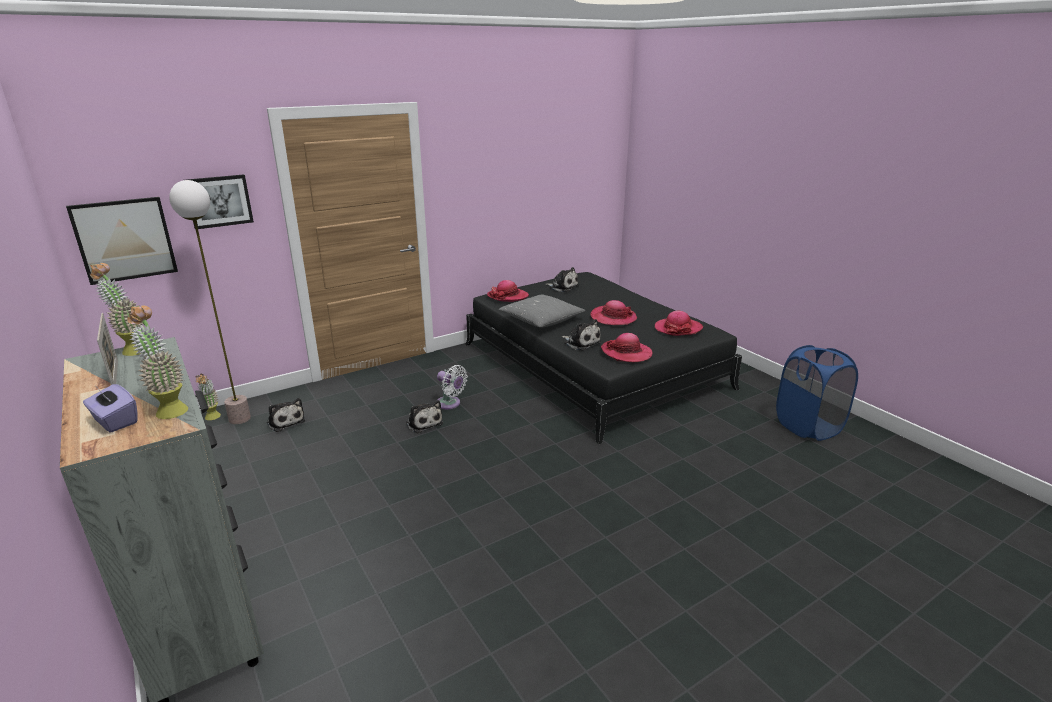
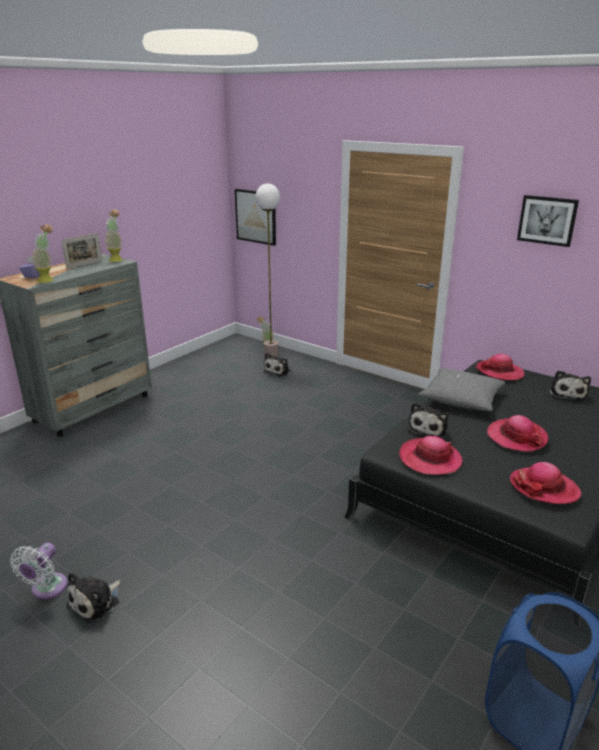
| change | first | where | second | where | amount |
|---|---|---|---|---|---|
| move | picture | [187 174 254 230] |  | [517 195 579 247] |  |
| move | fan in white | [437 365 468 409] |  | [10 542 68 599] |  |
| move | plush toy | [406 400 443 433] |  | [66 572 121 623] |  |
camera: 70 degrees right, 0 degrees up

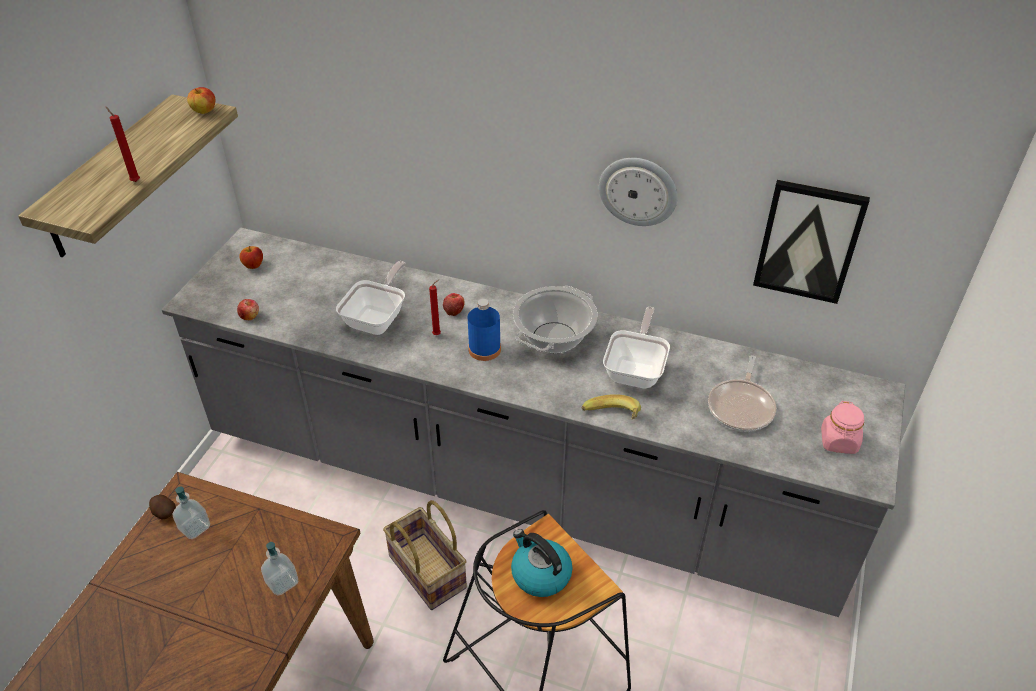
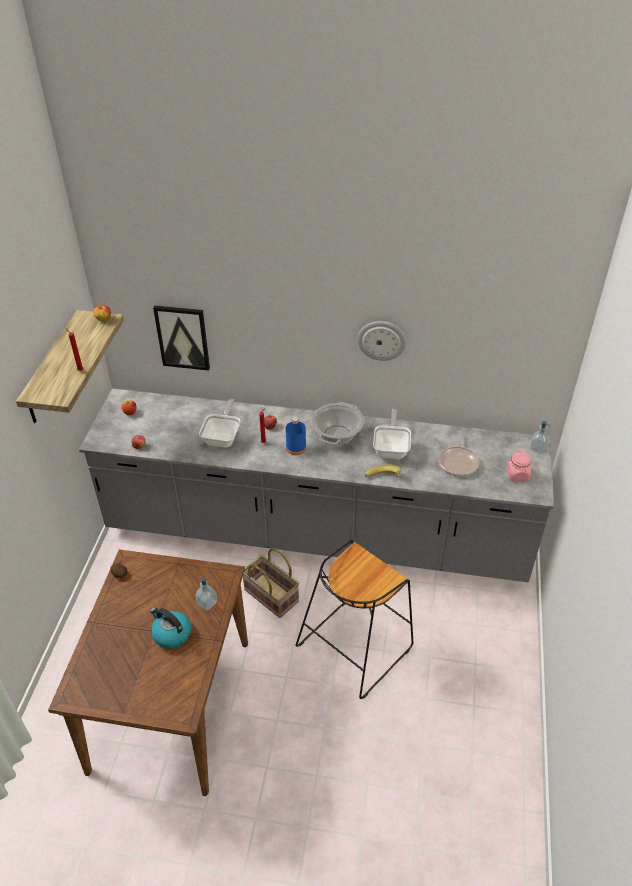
| change | first | where | second | where | amount |
|---|---|---|---|---|---|
| move | picture | [753 180 870 304] |  | [153 305 210 371] |  |
| move | soap dispenser | [172 486 210 539] |  | [530 421 549 453] |  |
| move | kettle | [511 529 573 597] |  | [150 607 191 649] |  |
camera: 10 degrees left, 0 degrees up

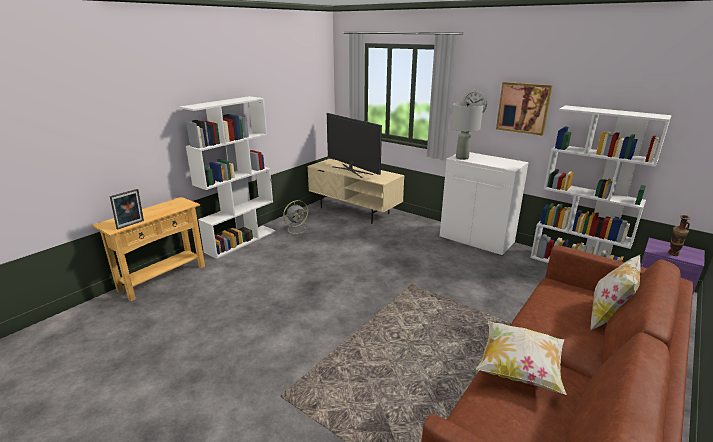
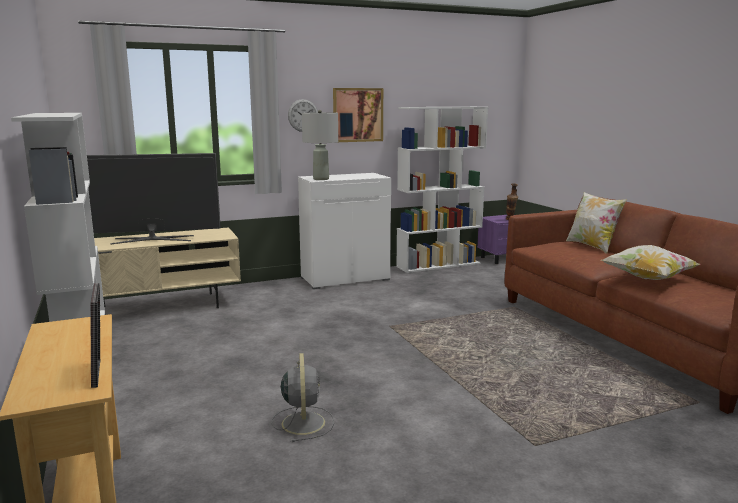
| change | first | where | second | where | amount |
|---|---|---|---|---|---|
| move | fan in grey | [282 200 311 236] |  | [272 353 334 442] |  |
camera: 60 degrees left, 10 degrees down

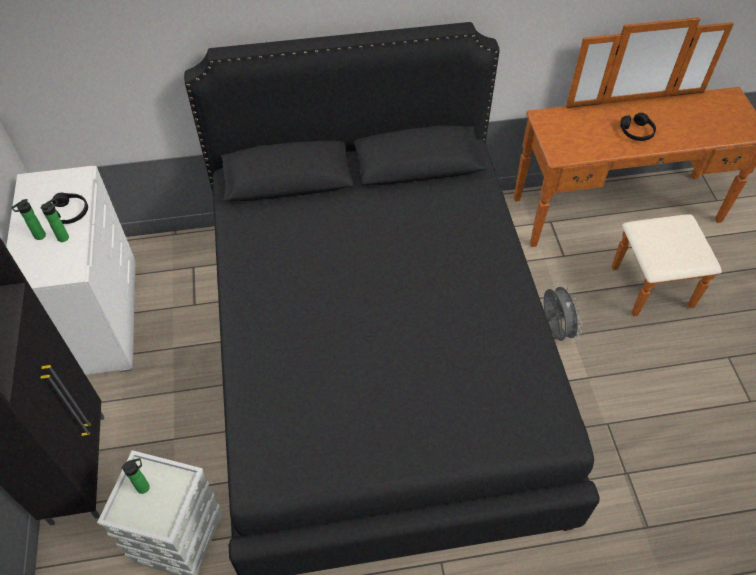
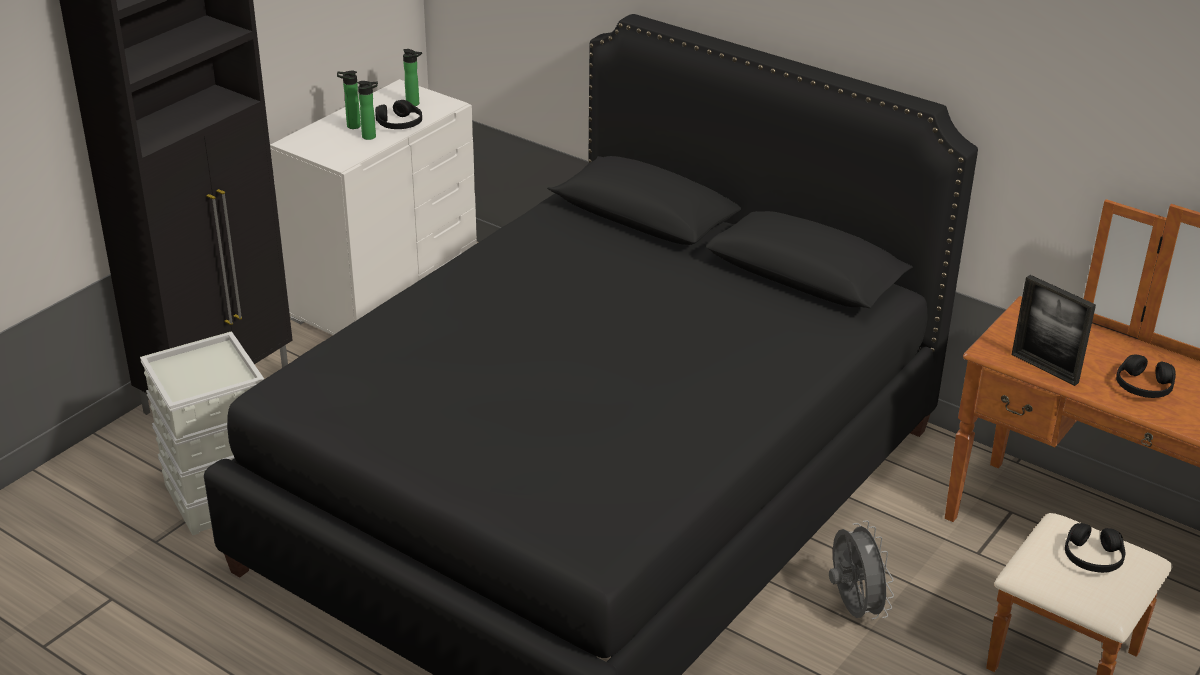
| change | first | where | second | where | amount |
|---|---|---|---|---|---|
| rotate | fan in grey | [543 283 582 342] |  | [829 520 894 619] | 45 degrees counterclockwise |
| move | bottle | [121 458 150 494] |  | [403 49 422 106] |  |
| insert |  |  | picture frame | [1012 275 1096 386] |  |
| insert |  |  | headphones in black | [1065 523 1126 573] |  |
camera: 45 degrees right, 20 degrees down

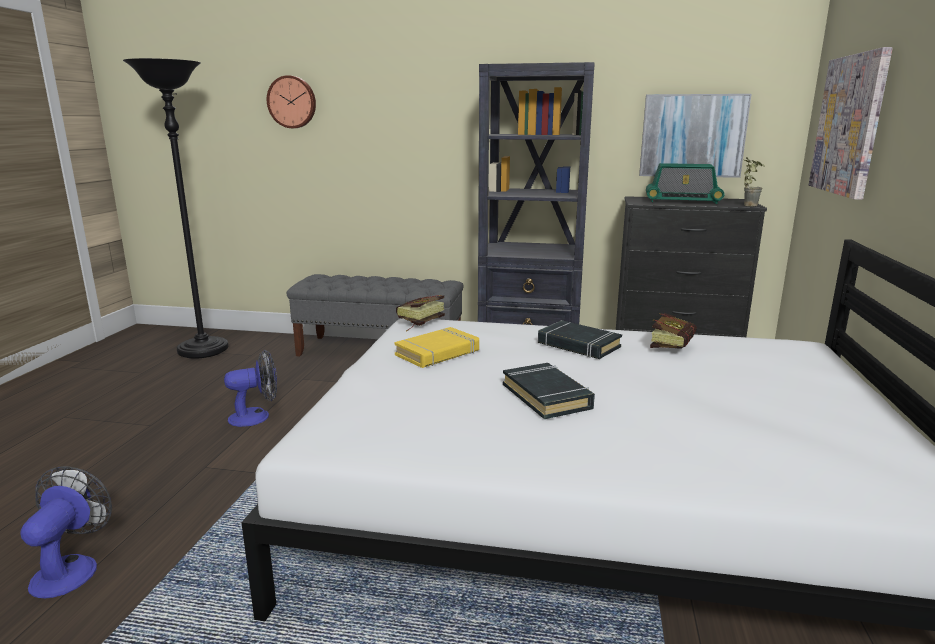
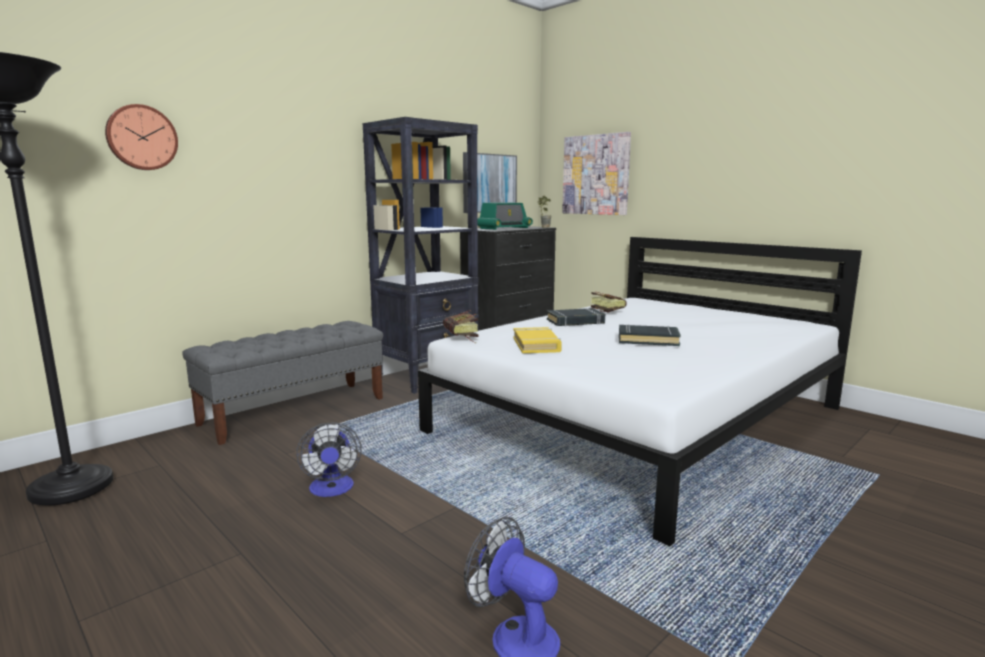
| change | first | where | second | where | amount |
|---|---|---|---|---|---|
| rotate | fan | [224 350 277 427] |  | [296 422 362 497] | 150 degrees clockwise |
camera: 55 degrees left, 5 degrees down

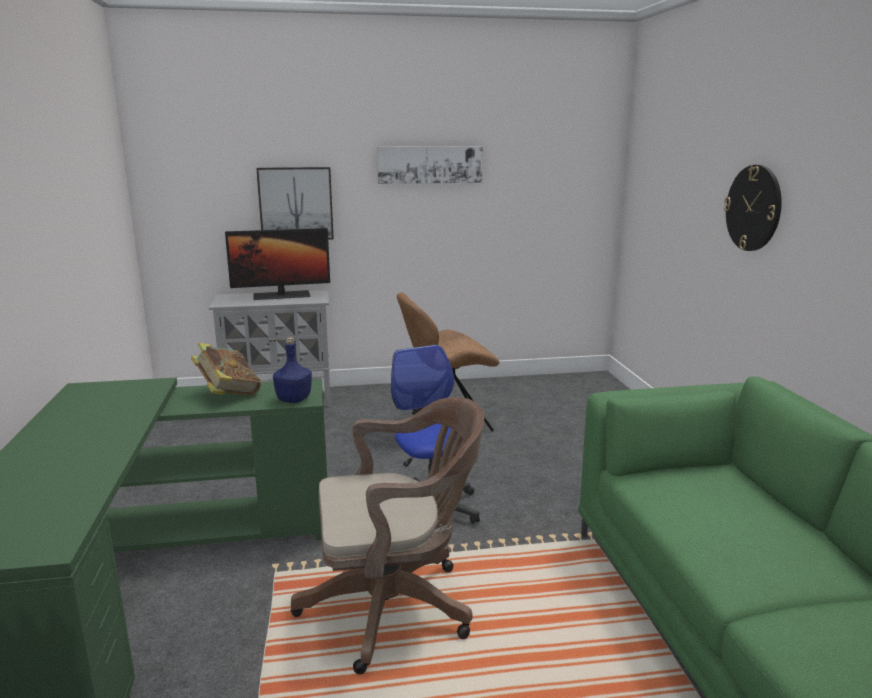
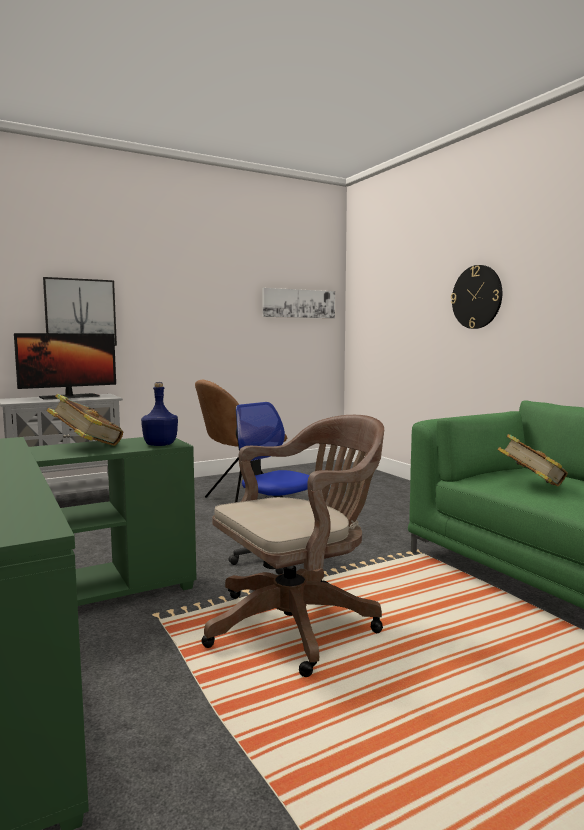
| change | first | where | second | where | amount |
|---|---|---|---|---|---|
| move | picture | [377 147 483 184] |  | [262 288 335 318] |  |
| insert |  |  | book | [497 434 568 487] |  |
camera: 20 degrees left, 10 degrees down

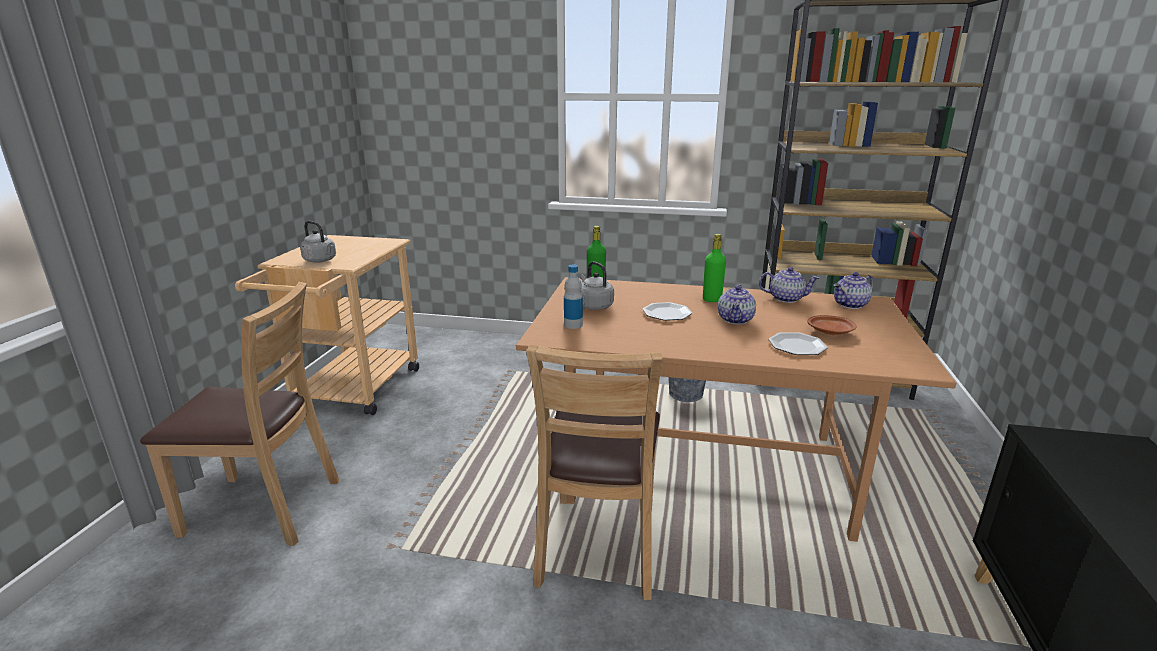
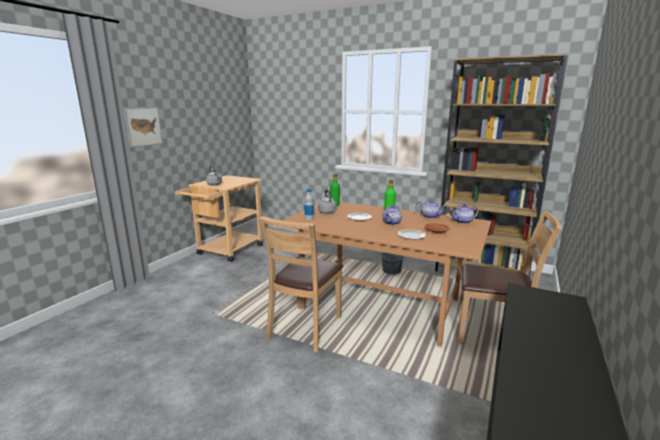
| change | first | where | second | where | amount |
|---|---|---|---|---|---|
| move | chair in brown | [140 282 339 546] |  | [458 210 562 345] |  |
| insert |  |  | picture | [124 107 163 147] |  |
camera: 15 degrees right, 5 degrees down

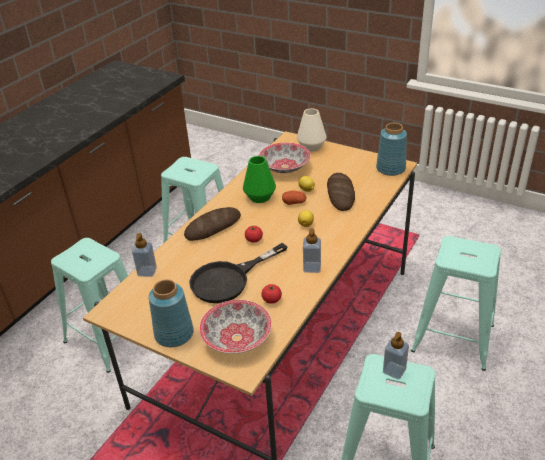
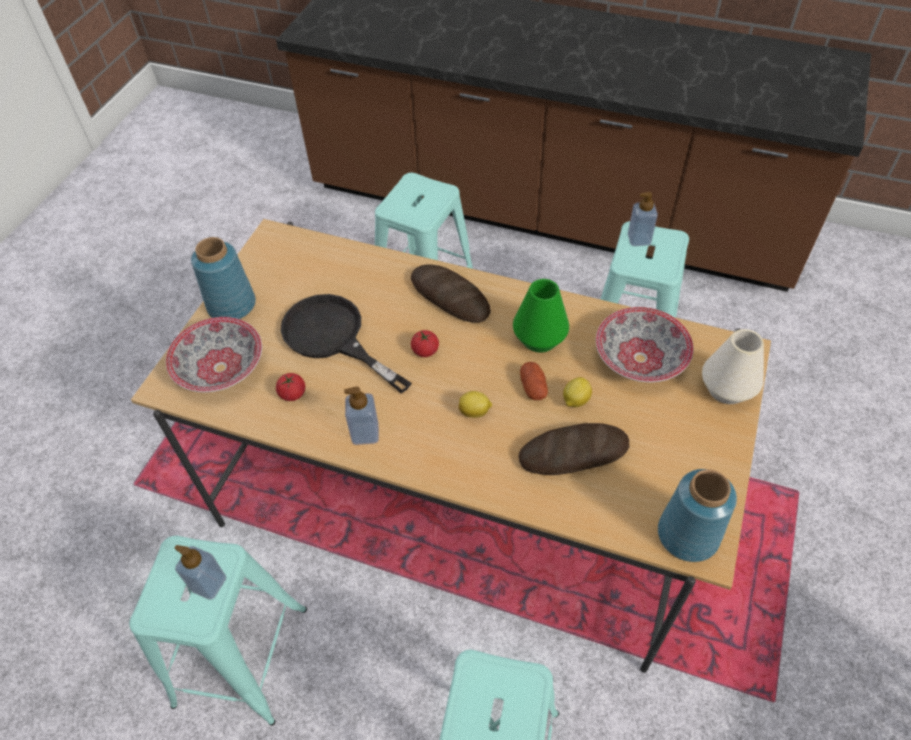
| change | first | where | second | where | amount |
|---|---|---|---|---|---|
| move | soap dispenser | [132 233 157 277] |  | [628 192 658 246] |  |
camera: 80 degrees right, 15 degrees up

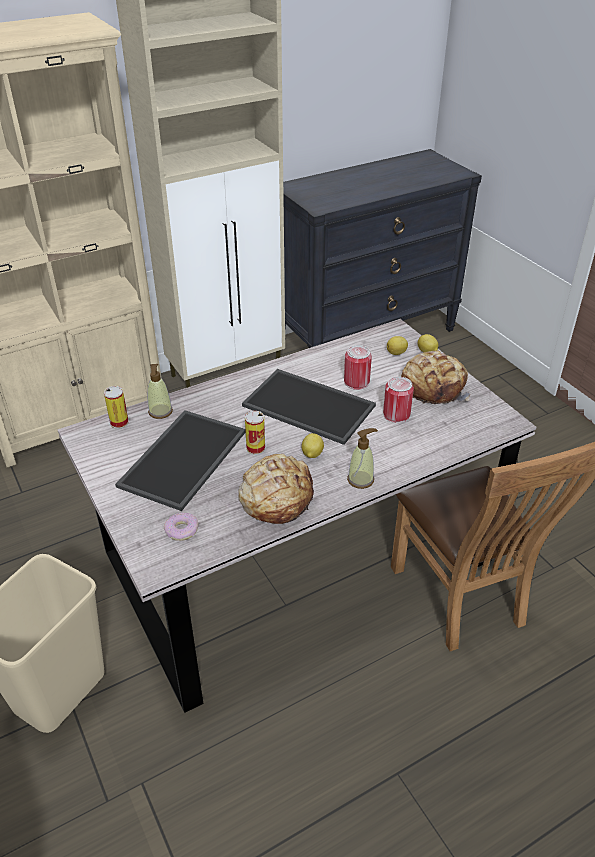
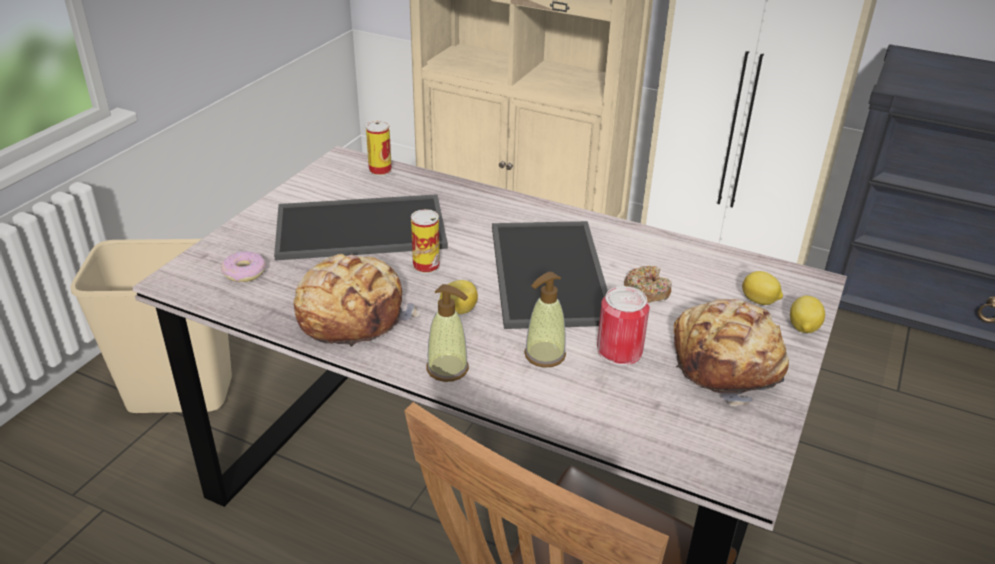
| change | first | where | second | where | amount |
|---|---|---|---|---|---|
| replace | can | [344 345 372 390] | donut | [624 266 672 303] |  |
| move | soap dispenser | [148 364 173 419] |  | [524 272 566 368] |  |
camera: 55 degrees right, 5 degrees down

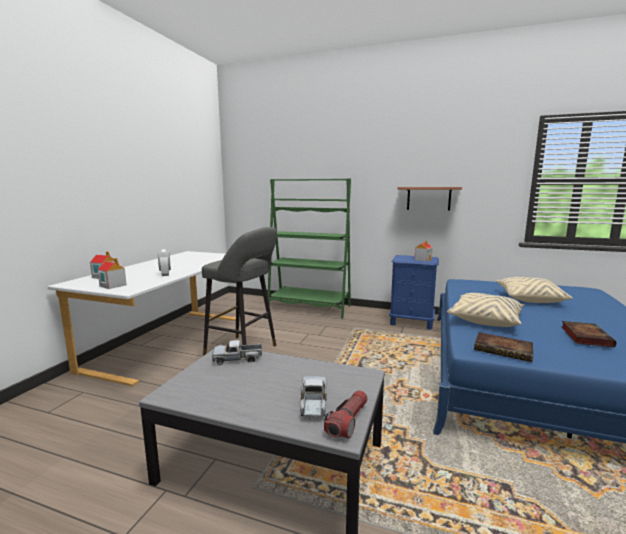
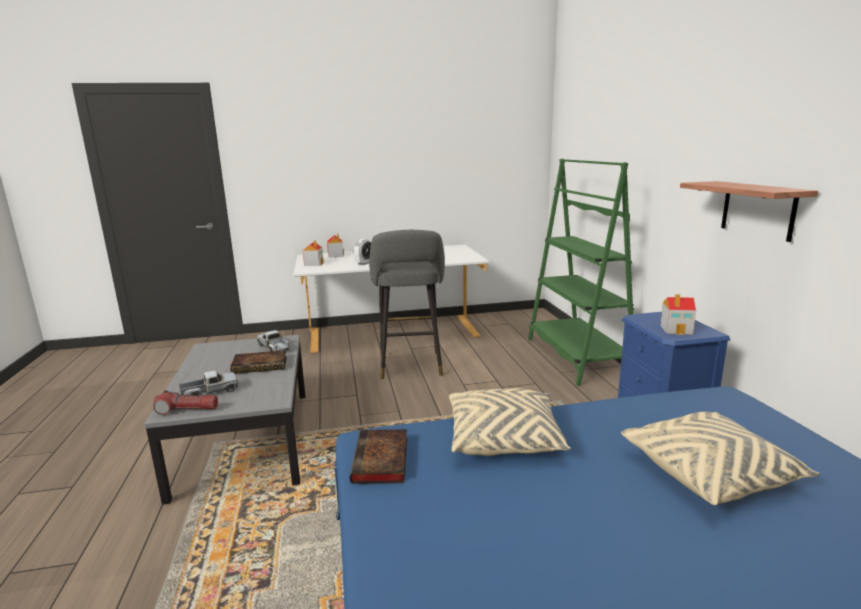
| change | first | where | second | where | amount |
|---|---|---|---|---|---|
| move | book | [561 321 616 348] |  | [230 350 287 374] |  |
camera: 60 degrees right, 5 degrees up

